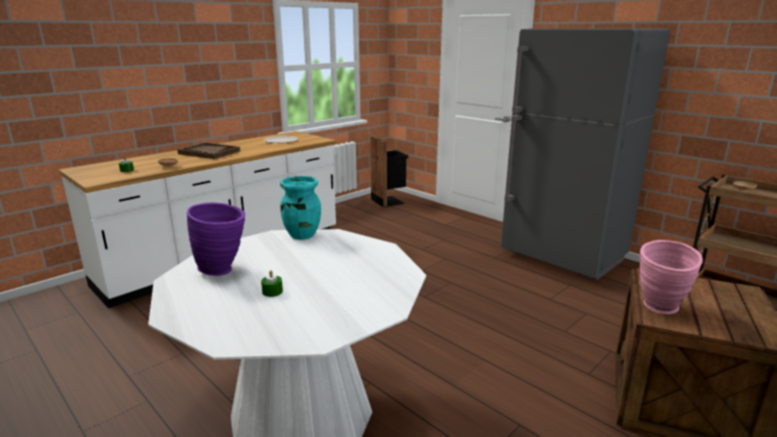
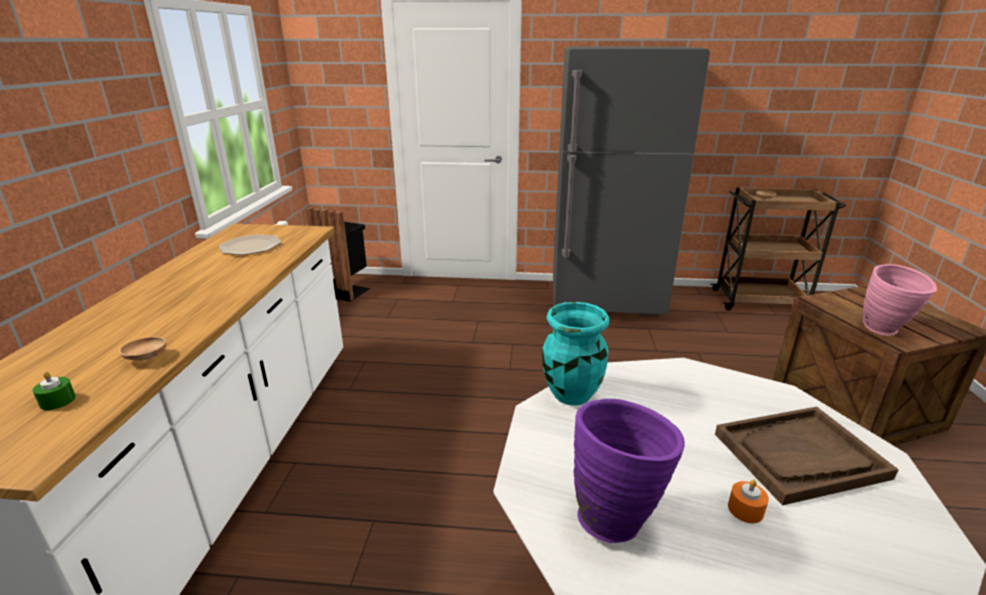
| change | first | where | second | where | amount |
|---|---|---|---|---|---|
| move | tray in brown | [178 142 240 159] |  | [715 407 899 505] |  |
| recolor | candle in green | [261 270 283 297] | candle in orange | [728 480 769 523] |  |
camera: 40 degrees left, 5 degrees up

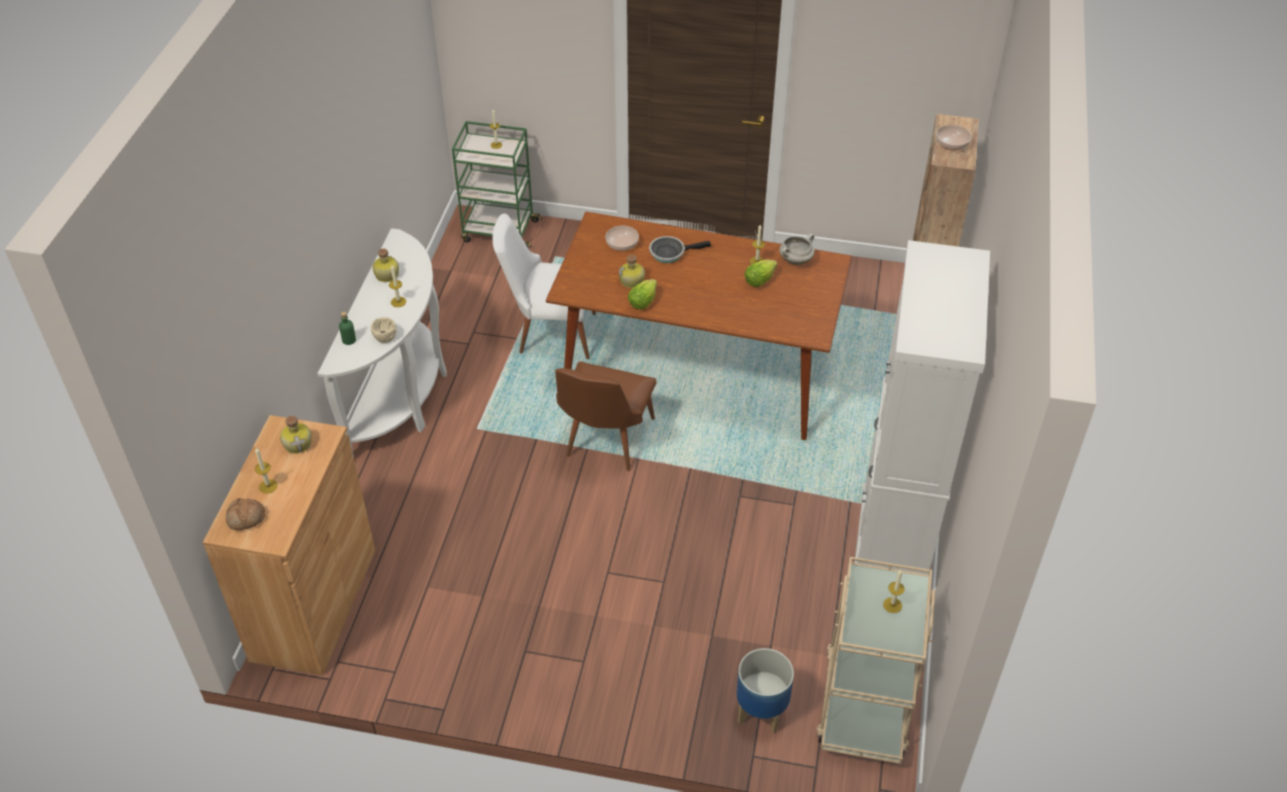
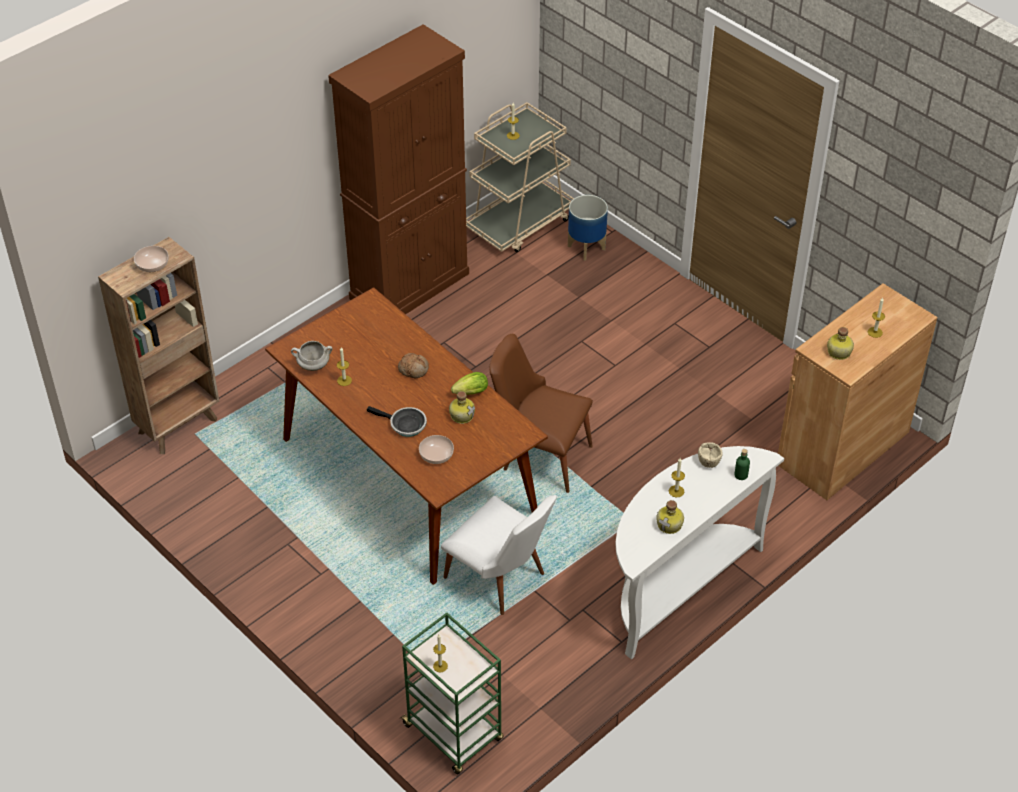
| change | first | where | second | where | amount |
|---|---|---|---|---|---|
| recolor | cabinet in white | [854 240 990 575] | cabinet in brown | [328 24 469 314] |  |
| delete | lettuce | [745 260 777 287] |  |  |  |
| rotate | chair in brown | [555 361 657 471] |  | [490 334 593 493] | 120 degrees counterclockwise |
| move | bread | [226 498 265 530] |  | [398 353 429 378] |  |
camera: 145 degrees left, 0 degrees up

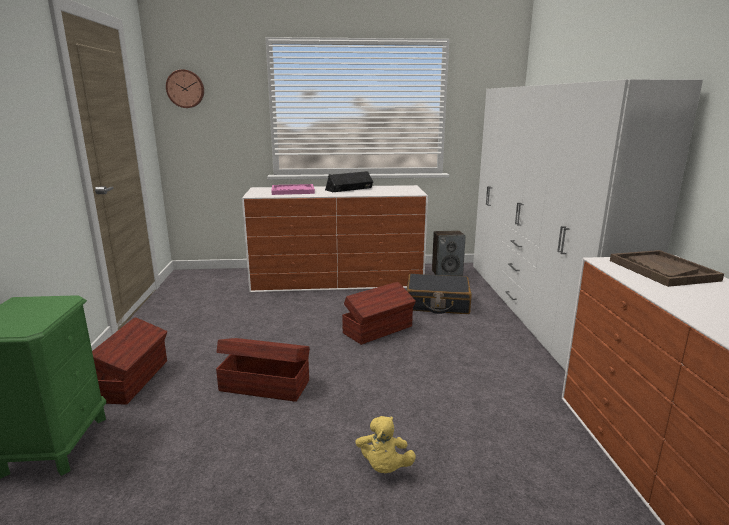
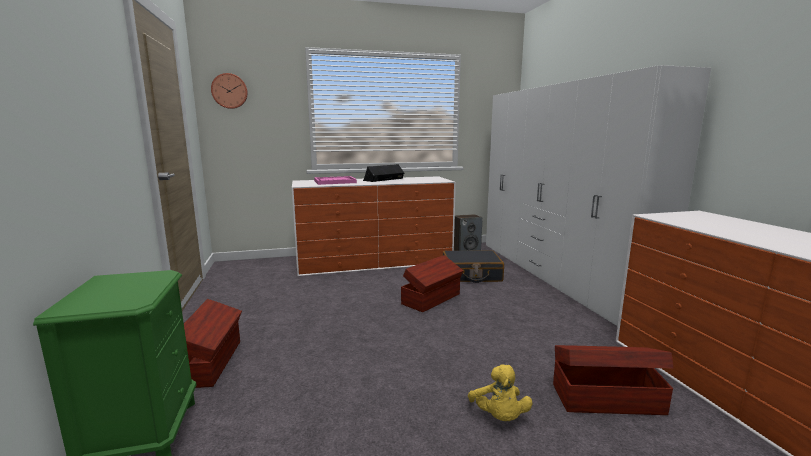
| change | first | where | second | where | amount |
|---|---|---|---|---|---|
| delete | tray in brown | [610 250 724 287] |  |  |  |
| move | storage box in brown | [216 338 310 402] |  | [553 345 674 415] |  |
camera: 10 degrees left, 5 degrees down

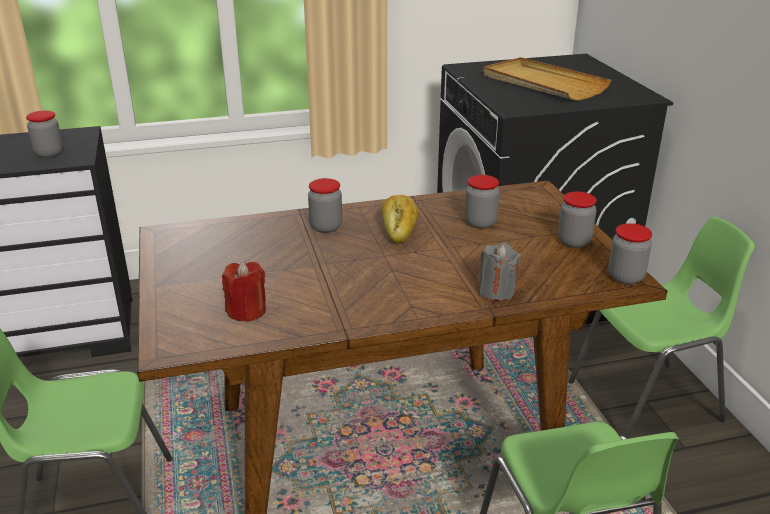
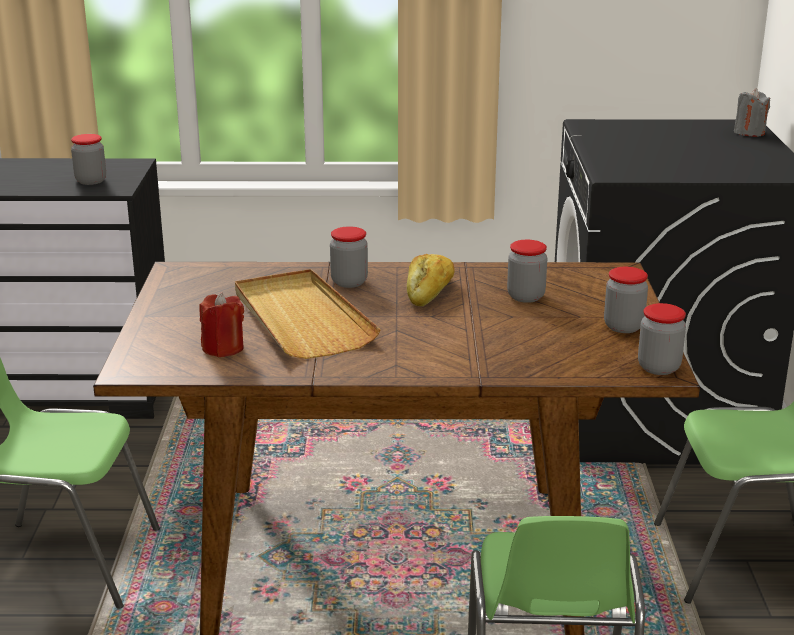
| change | first | where | second | where | amount |
|---|---|---|---|---|---|
| move | tray in beige | [484 57 611 101] |  | [235 269 381 359] |  |
| move | candle in grey | [478 243 520 301] |  | [734 88 770 137] |  |
camera: 15 degrees right, 5 degrees down

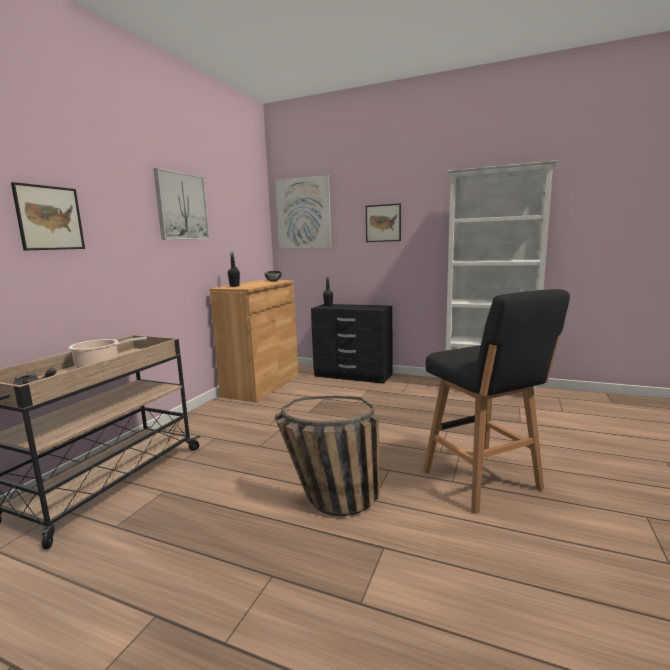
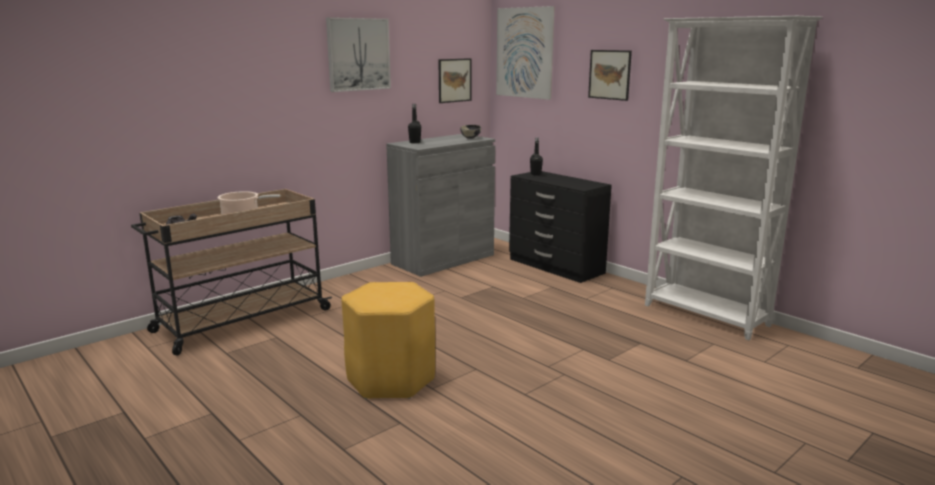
| change | first | where | second | where | amount |
|---|---|---|---|---|---|
| move | picture | [11 182 85 250] |  | [438 58 472 103] |  |
| recolor | cabinet in brown | [210 280 299 402] | cabinet in grey | [386 134 495 277] |  |
| delete | stool in black | [423 289 570 514] |  |  |  |
| replace | basket | [275 396 380 516] | stool in yellow | [342 282 435 399] |  |
camera: 25 degrees right, 5 degrees up

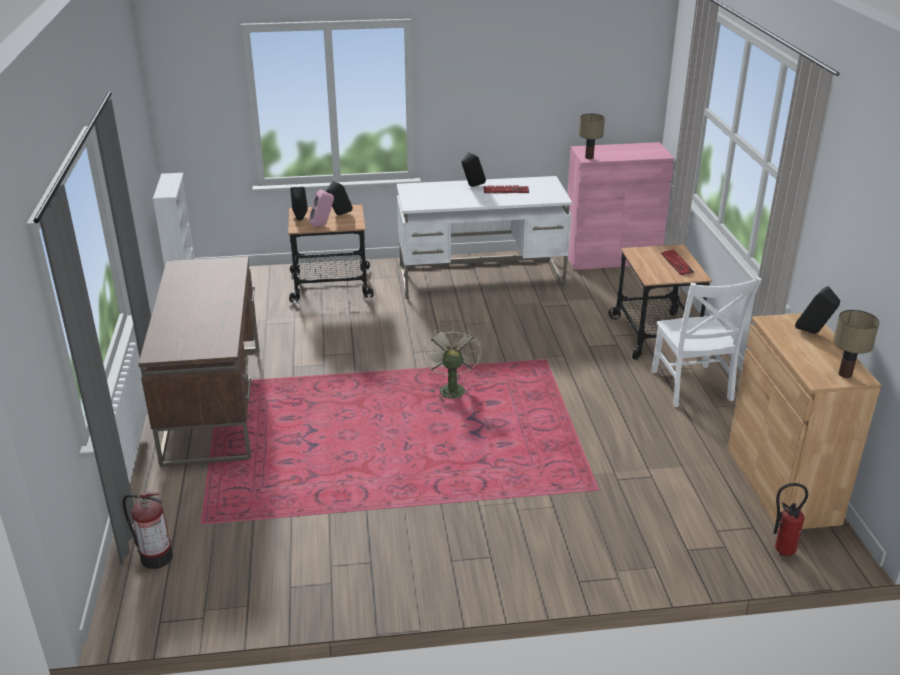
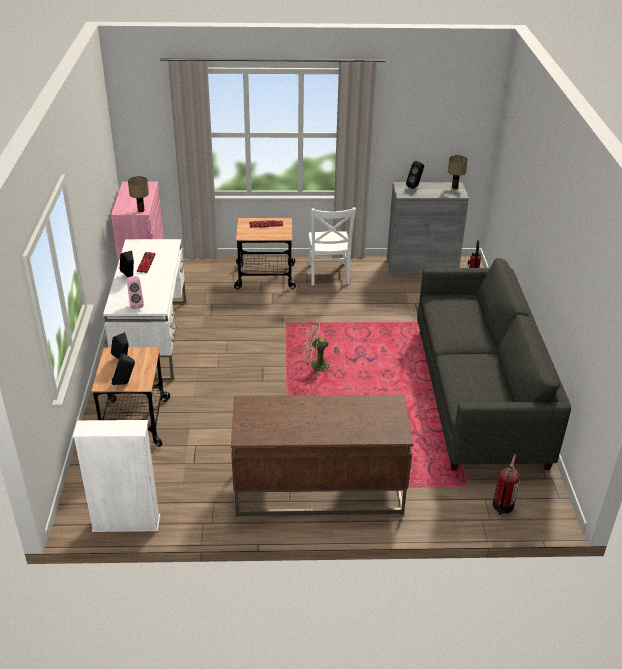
| change | first | where | second | where | amount |
|---|---|---|---|---|---|
| move | speaker in pink | [309 189 334 227] |  | [127 276 144 309] |  |
| rotate | chair in white | [652 277 762 407] |  | [309 207 356 285] | 90 degrees clockwise |
| recolor | cabinet in brown | [728 313 881 531] | cabinet in grey | [387 182 469 276] |  |
| insert |  |  | sofa in grey | [417 258 571 471] |  |
camera: 85 degrees left, 5 degrees up

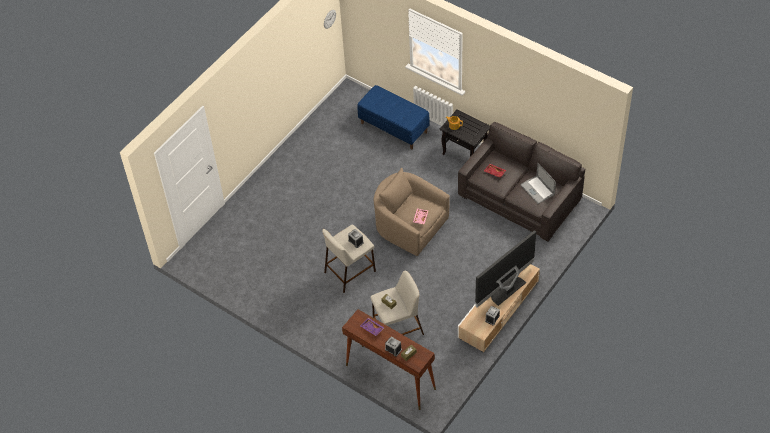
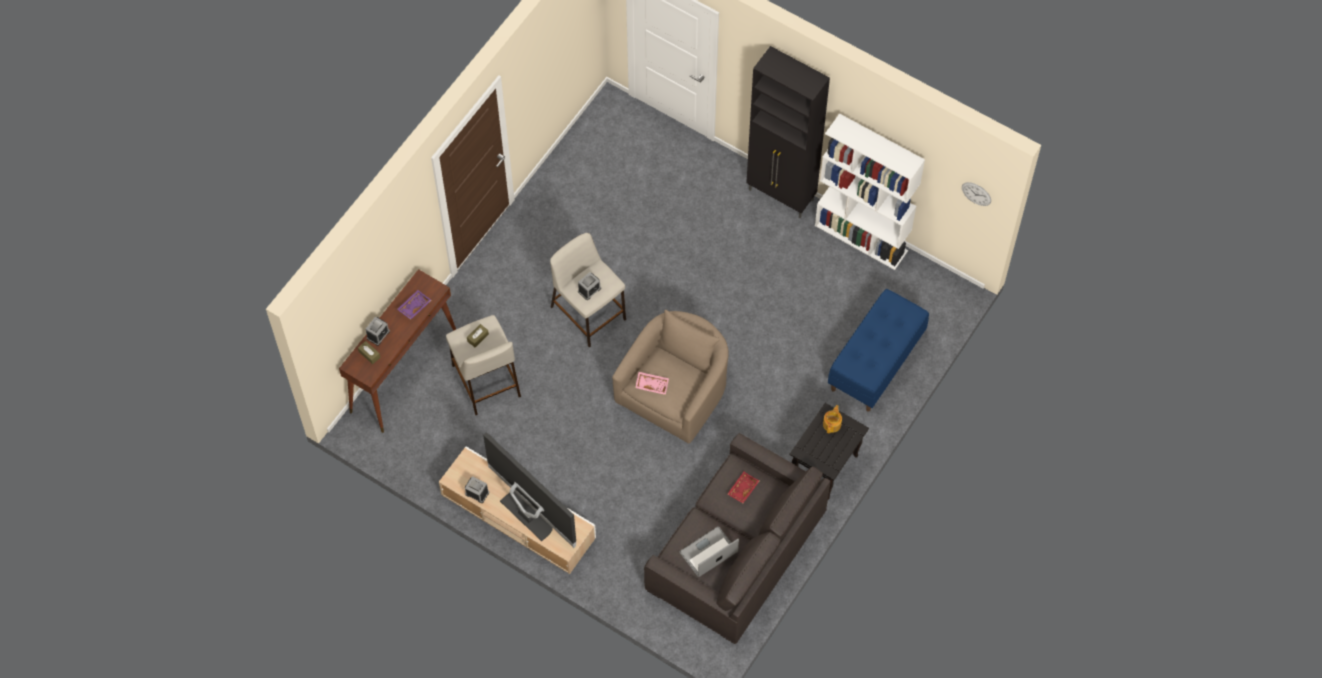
| change | first | where | second | where | amount |
|---|---|---|---|---|---|
| insert |  |  | cabinet in black | [746 46 830 218] |  |
| insert |  |  | bookcase in white | [815 114 925 270] |  |
camera: 85 degrees right, 10 degrees up

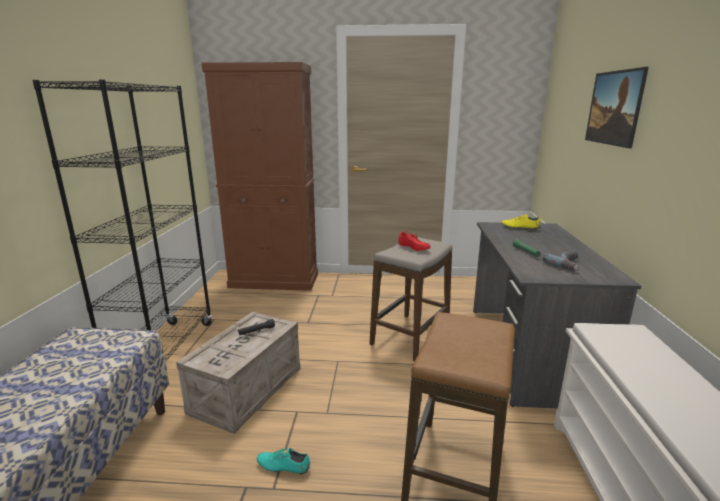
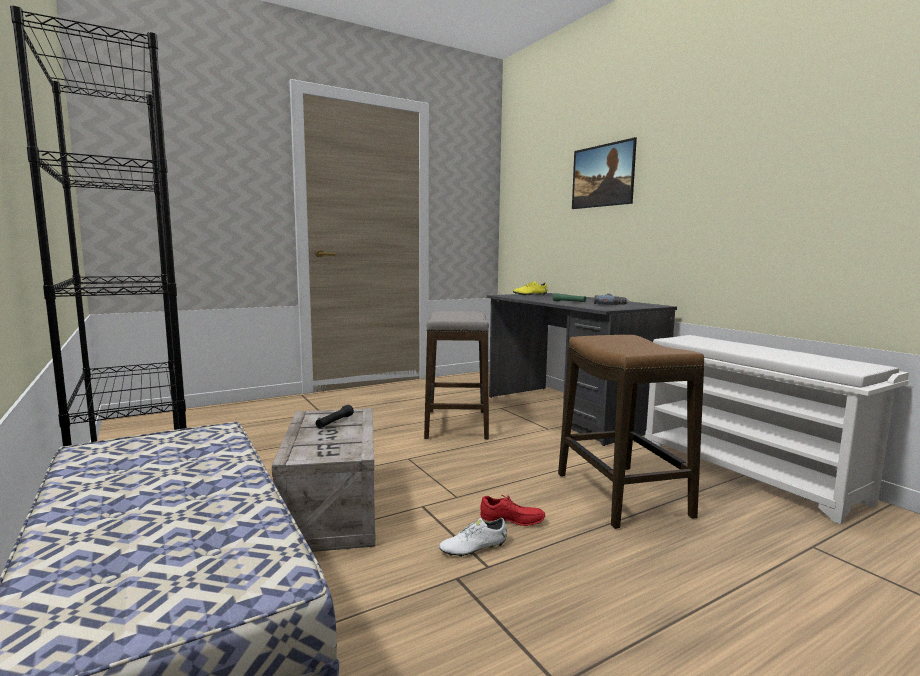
| change | first | where | second | where | amount |
|---|---|---|---|---|---|
| delete | cabinet in brown | [201 62 318 291] |  |  |  |
| move | shoe in red | [398 230 431 251] |  | [480 495 545 526] |  |
| recolor | shoe in turquoise | [257 448 310 475] | shoe in white | [439 518 507 557] |  |
camera: 35 degrees left, 10 degrees down

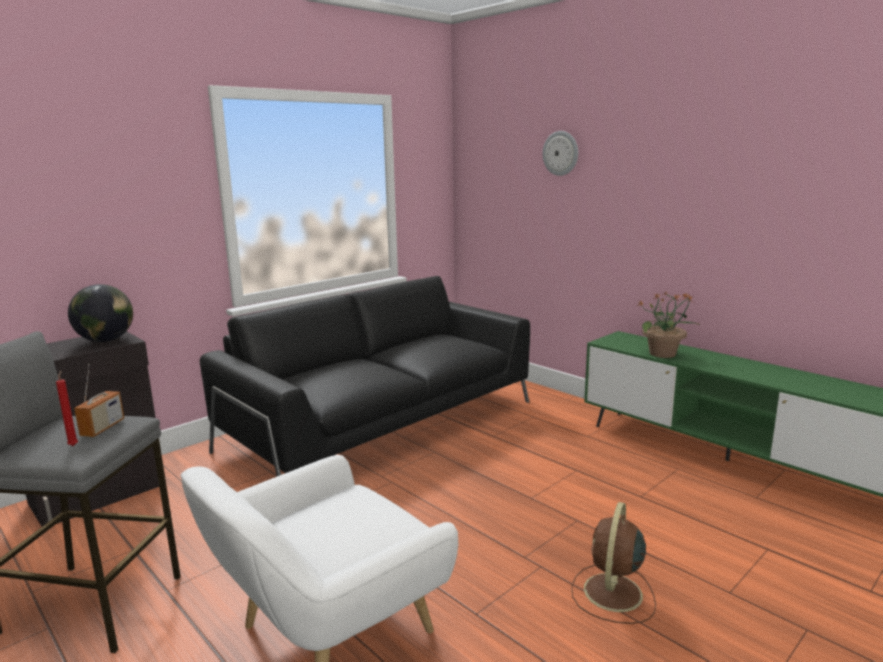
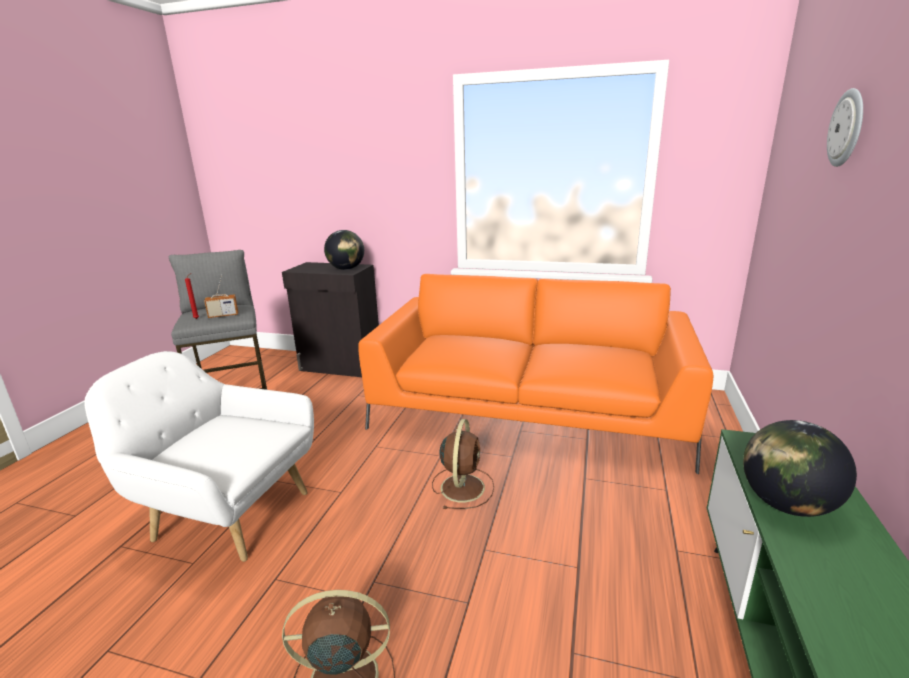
| change | first | where | second | where | amount |
|---|---|---|---|---|---|
| recolor | sofa in black | [200 276 530 476] | sofa in orange | [358 274 713 474] |  |
| replace | potted plant | [636 291 701 358] | globe | [743 420 857 517] |  |
| insert |  |  | fan in brown | [432 419 494 509] |  |
camera: 60 degrees right, 5 degrees up

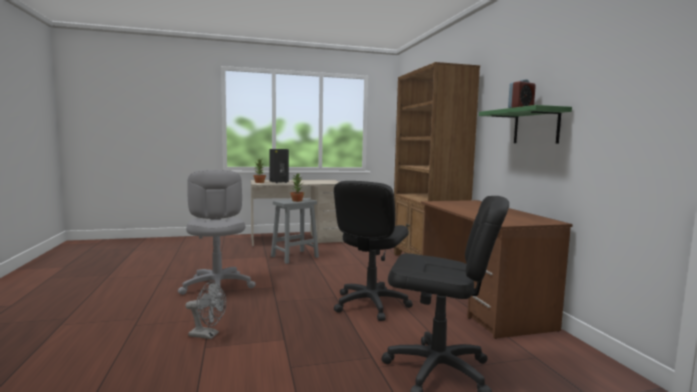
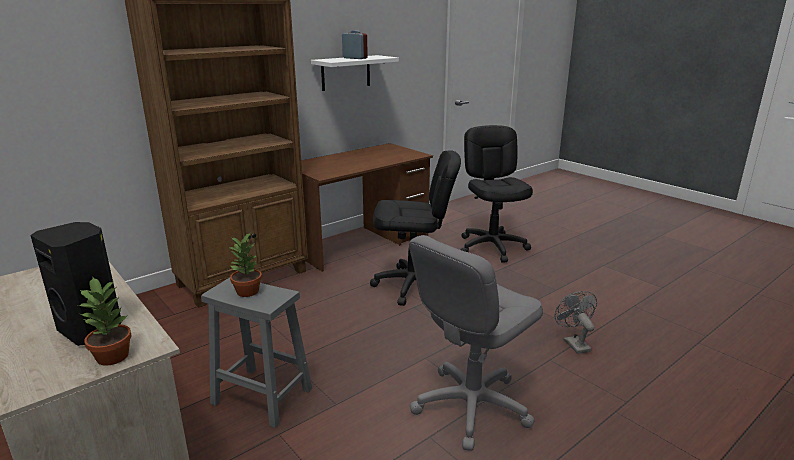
| change | first | where | second | where | amount |
|---|---|---|---|---|---|
| recolor | shelf in green | [479 105 572 144] | shelf in white | [311 55 399 91] |  |
camera: 115 degrees left, 15 degrees up

